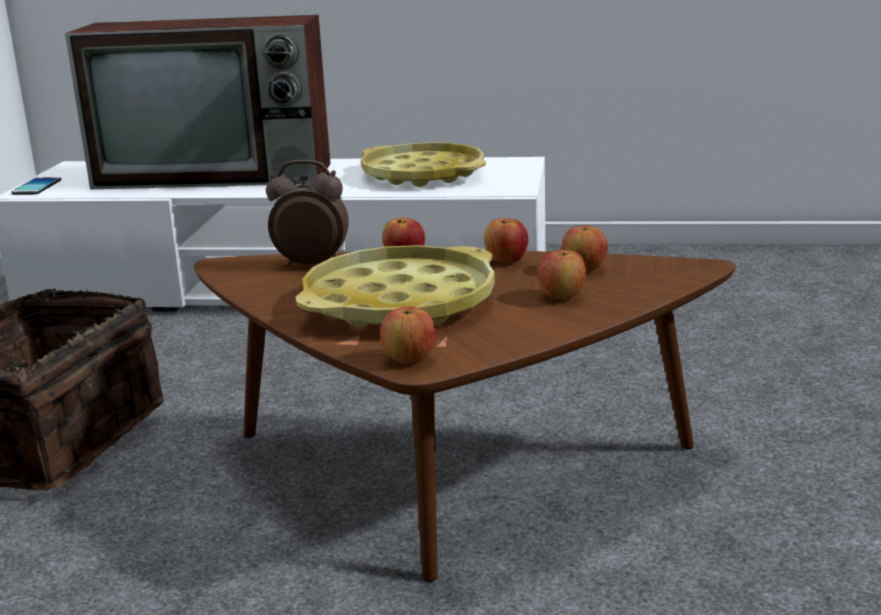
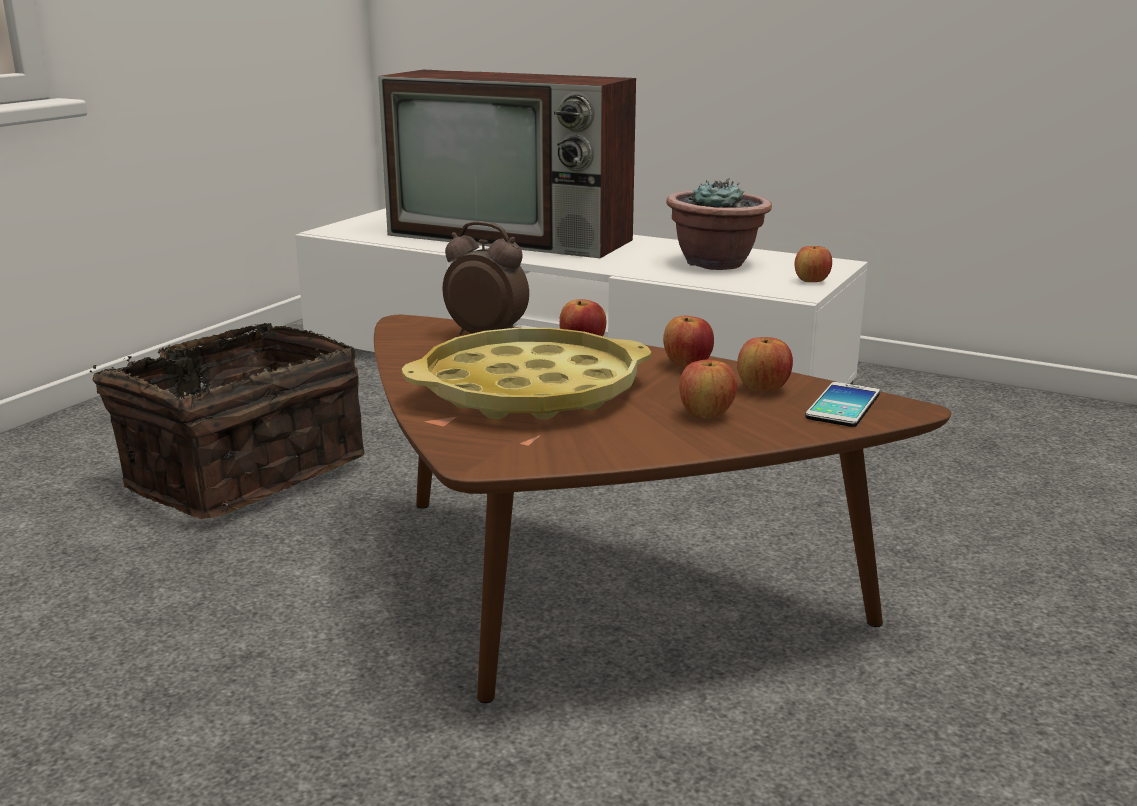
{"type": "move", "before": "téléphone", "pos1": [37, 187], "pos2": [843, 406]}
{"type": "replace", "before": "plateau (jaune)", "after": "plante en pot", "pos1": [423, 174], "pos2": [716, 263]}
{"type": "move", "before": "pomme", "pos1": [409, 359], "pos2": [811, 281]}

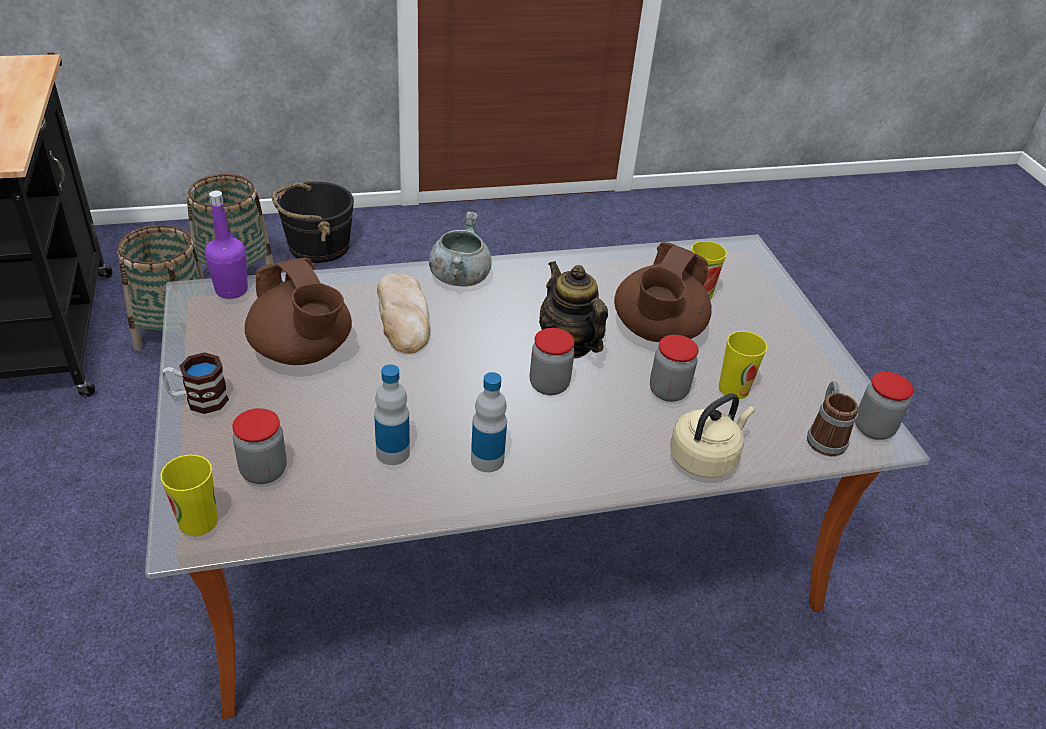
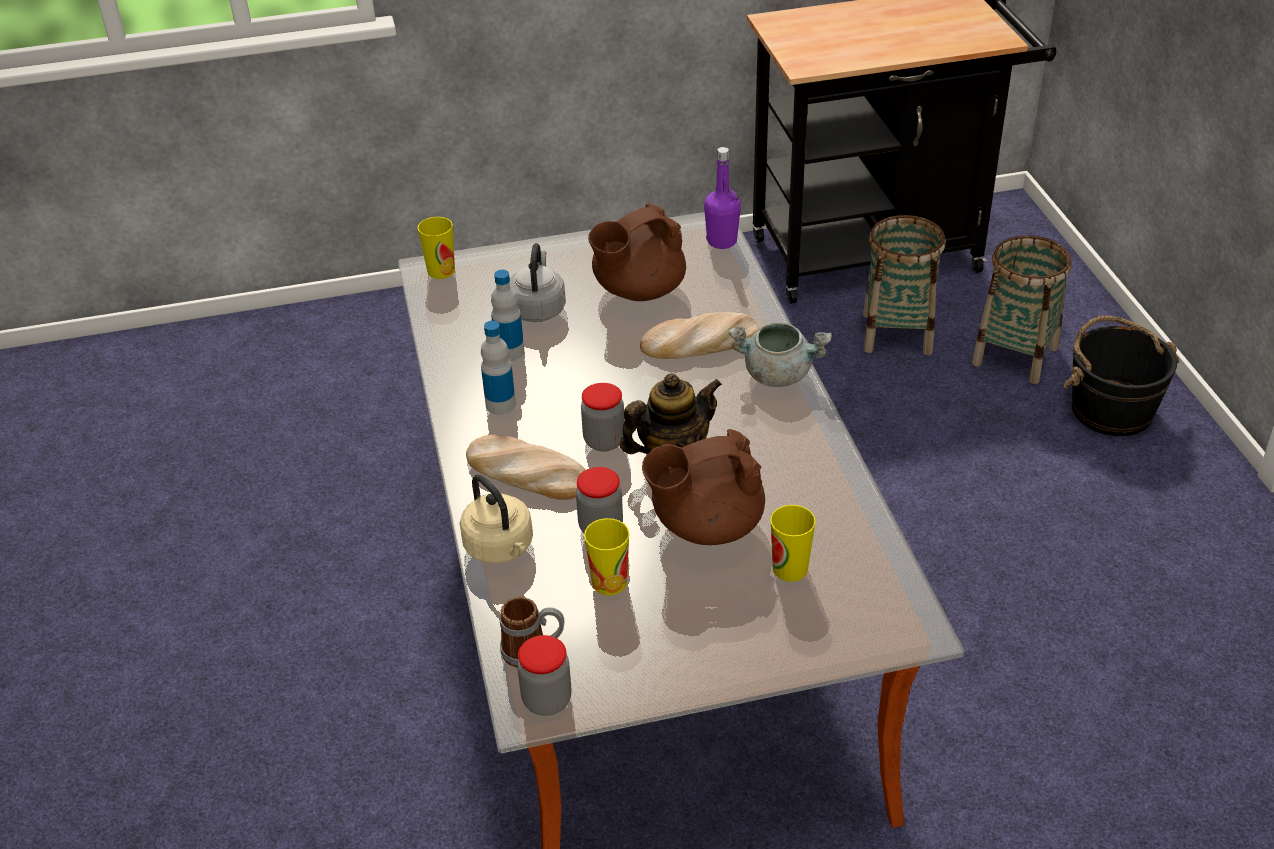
{"type": "delete", "before": "mug", "pos1": [198, 399]}
{"type": "delete", "before": "bocal", "pos1": [264, 471]}
{"type": "rotate", "before": "théière (marron)", "pos1": [657, 331], "pos2": [705, 525], "turn": -45}
{"type": "insert", "after": "pain", "pos2": [525, 473]}
{"type": "insert", "after": "bouilloire (gris)", "pos2": [537, 308]}

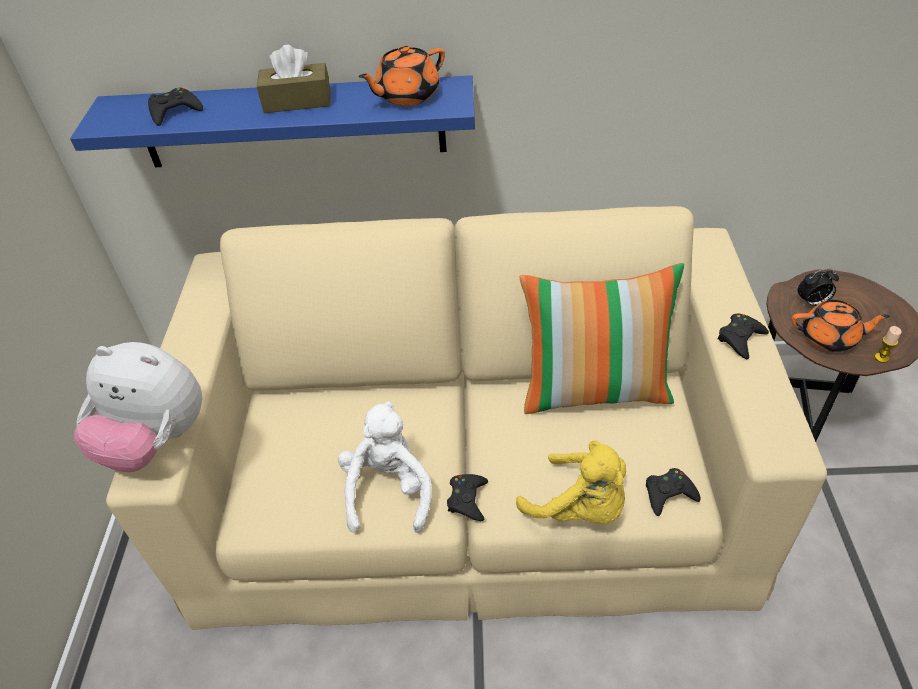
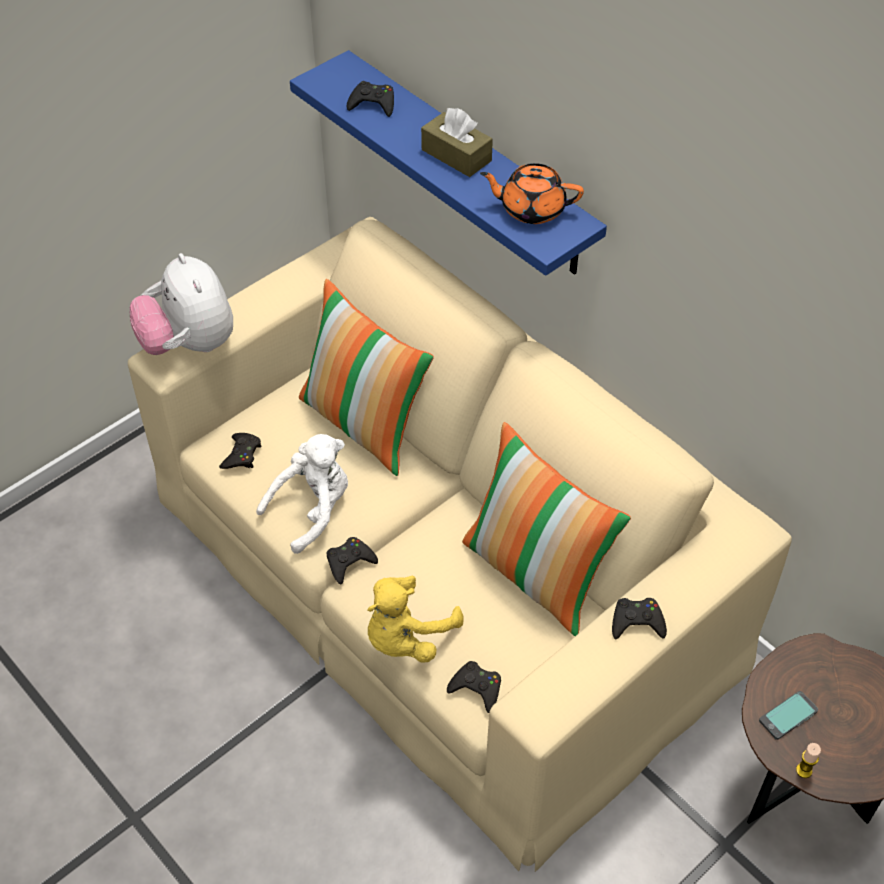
{"type": "rotate", "before": "peluche (jaune)", "pos1": [580, 508], "pos2": [406, 637], "turn": 45}
{"type": "replace", "before": "théière (orange)", "after": "téléphone", "pos1": [830, 338], "pos2": [788, 716]}
{"type": "delete", "before": "réveil", "pos1": [812, 303]}
{"type": "insert", "after": "manette (noir)", "pos2": [242, 455]}
{"type": "insert", "after": "coussin", "pos2": [364, 423]}

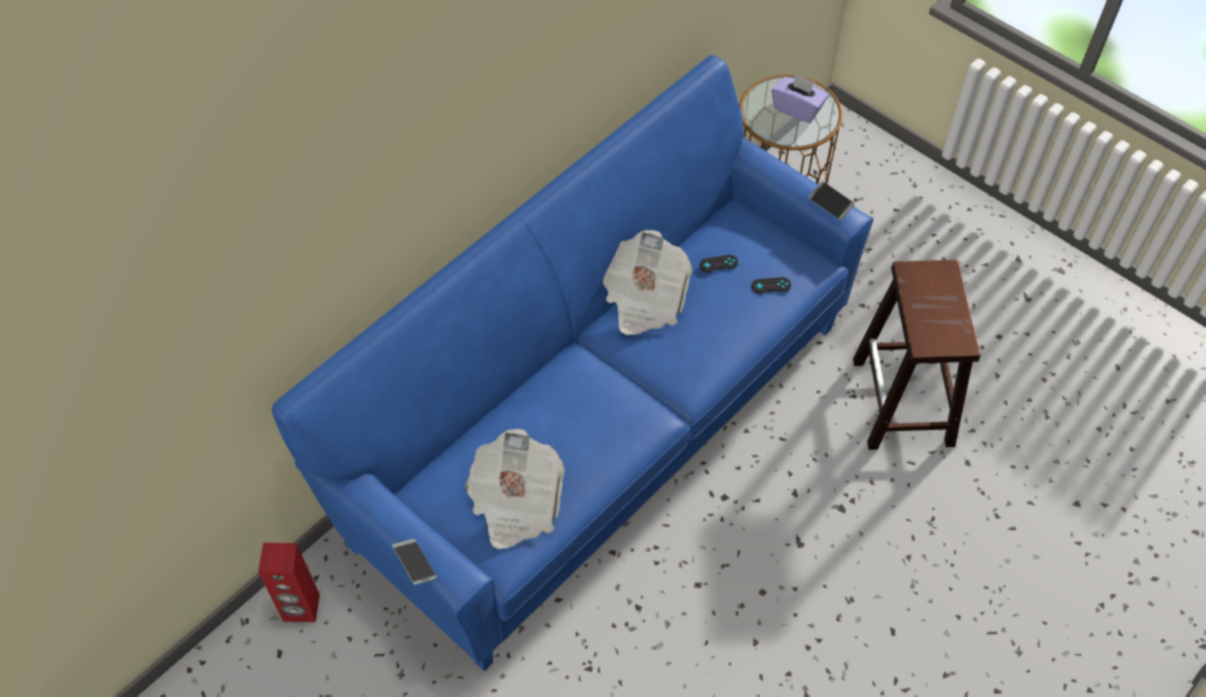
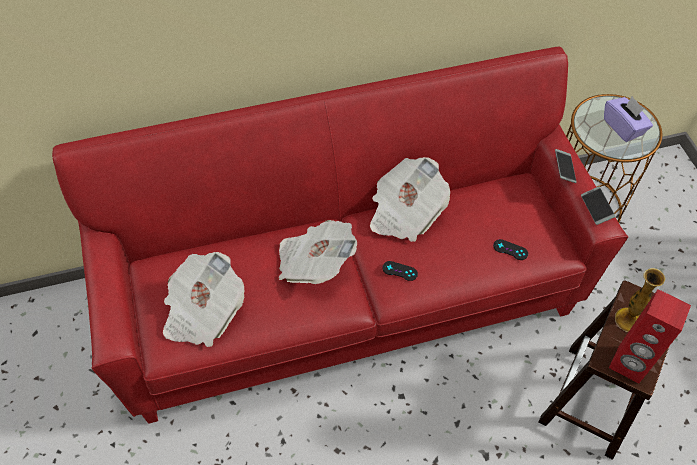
{"type": "move", "before": "enceinte (rouge)", "pos1": [301, 608], "pos2": [628, 364]}
{"type": "recolor", "before": "canapé (bleu)", "after": "canapé (rouge)", "pos1": [600, 430], "pos2": [345, 298]}
{"type": "move", "before": "téléphone", "pos1": [415, 564], "pos2": [564, 168]}
{"type": "move", "before": "manette (noir)", "pos1": [718, 264], "pos2": [399, 271]}
{"type": "insert", "after": "journal", "pos2": [314, 263]}
{"type": "insert", "after": "vase", "pos2": [629, 319]}

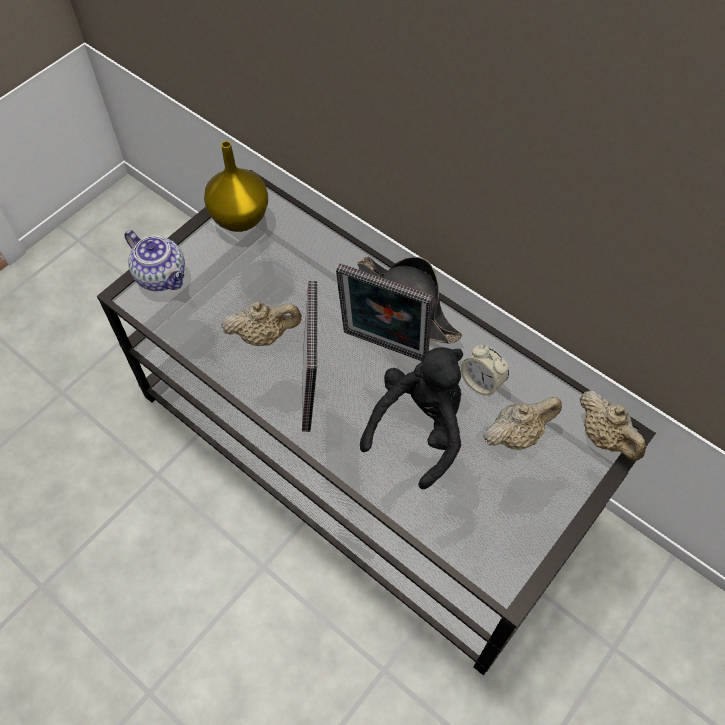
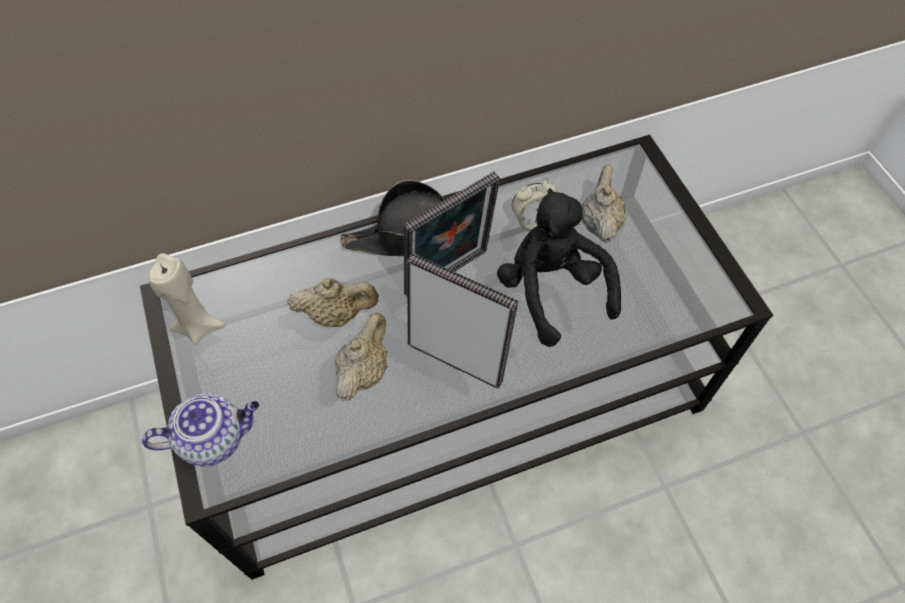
{"type": "replace", "before": "vase (jaune)", "after": "bougie (beige)", "pos1": [240, 219], "pos2": [199, 326]}
{"type": "move", "before": "théière (beige)", "pos1": [605, 437], "pos2": [337, 314]}

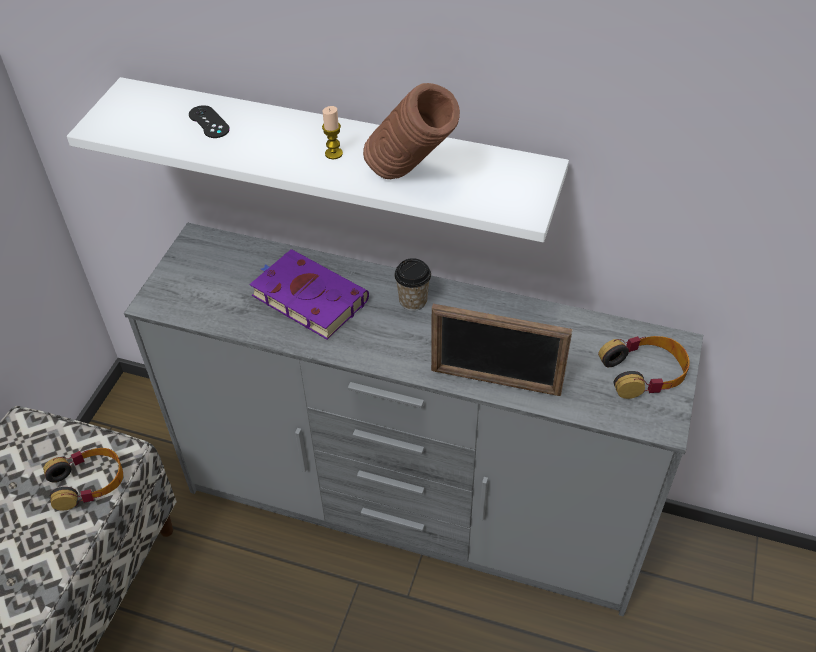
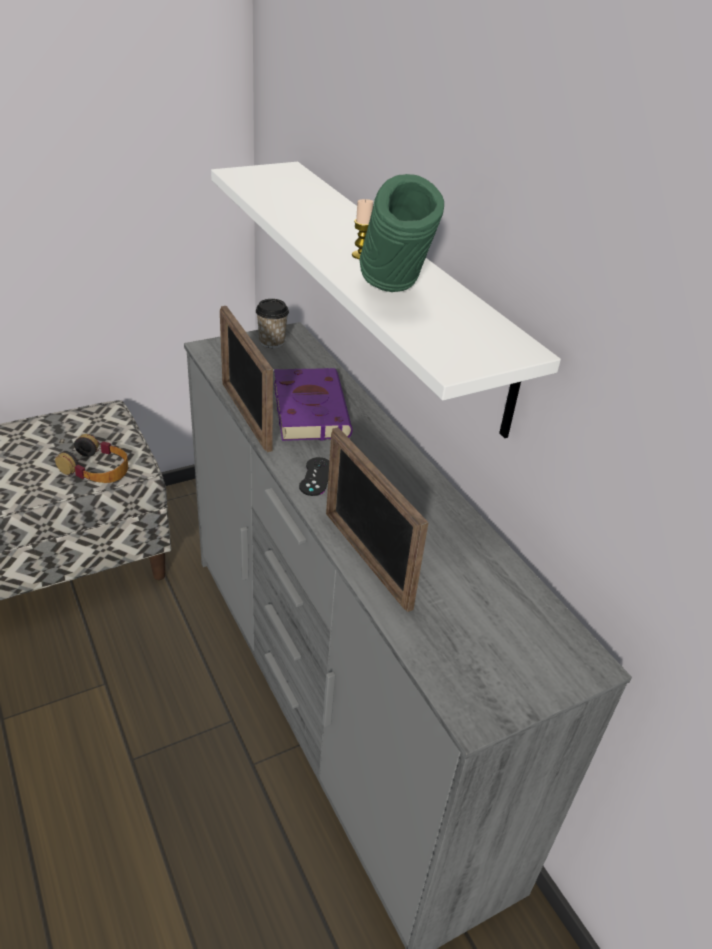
{"type": "move", "before": "manette (noir)", "pos1": [209, 122], "pos2": [315, 476]}
{"type": "recolor", "before": "vase (marron)", "after": "vase (vert)", "pos1": [411, 179], "pos2": [392, 296]}
{"type": "move", "before": "tasse", "pos1": [413, 301], "pos2": [272, 342]}
{"type": "delete", "before": "casque audio", "pos1": [644, 372]}
{"type": "insert", "after": "cadre photo", "pos2": [246, 416]}

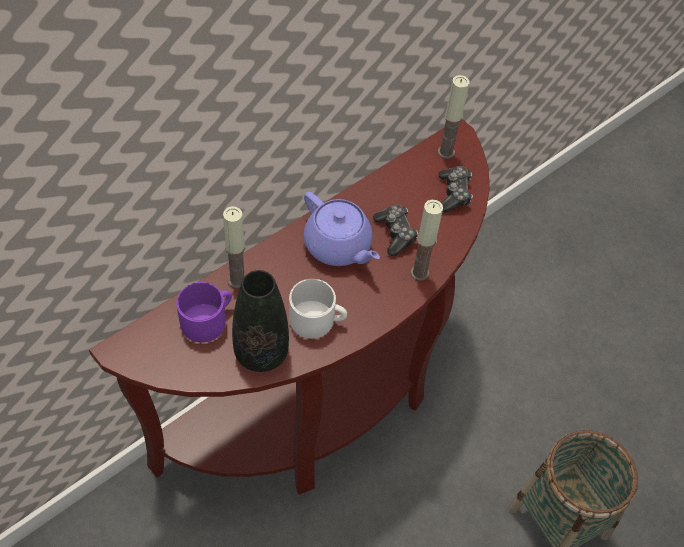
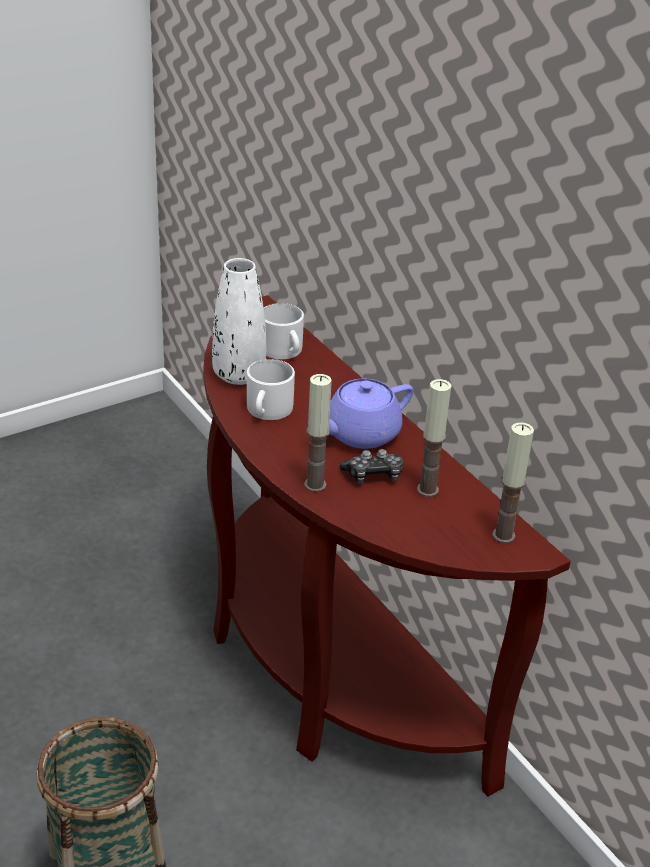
{"type": "recolor", "before": "mug (violet)", "after": "mug (blanc)", "pos1": [208, 319], "pos2": [283, 350]}
{"type": "move", "before": "bougie", "pos1": [237, 280], "pos2": [427, 490]}
{"type": "recolor", "before": "vase (noir)", "after": "vase (blanc)", "pos1": [261, 353], "pos2": [239, 375]}
{"type": "delete", "before": "manette", "pos1": [454, 193]}

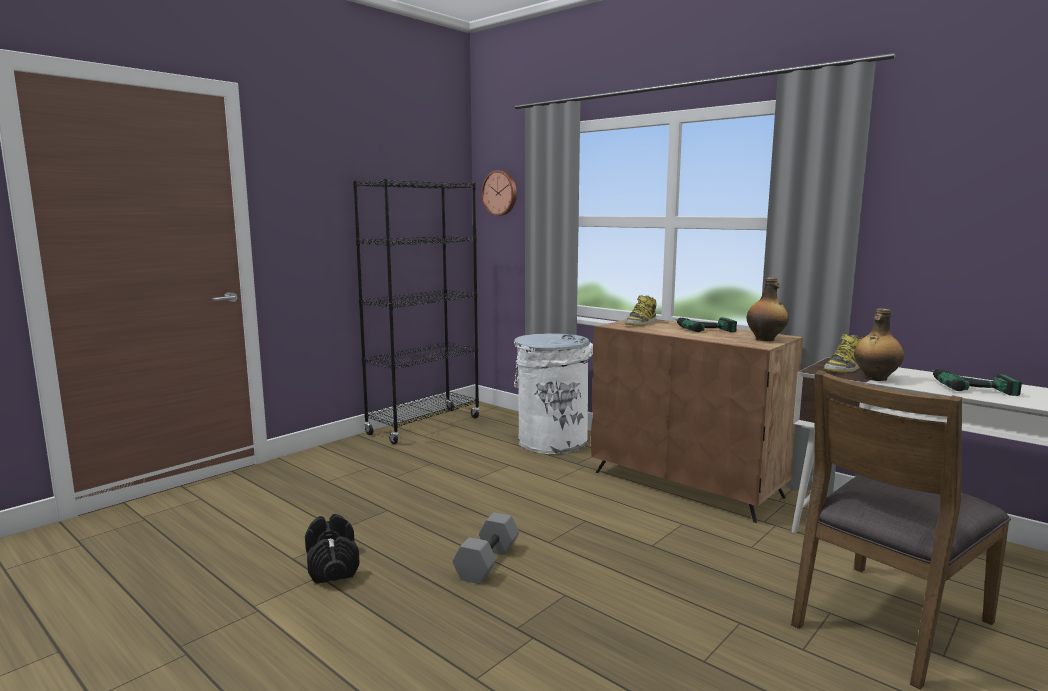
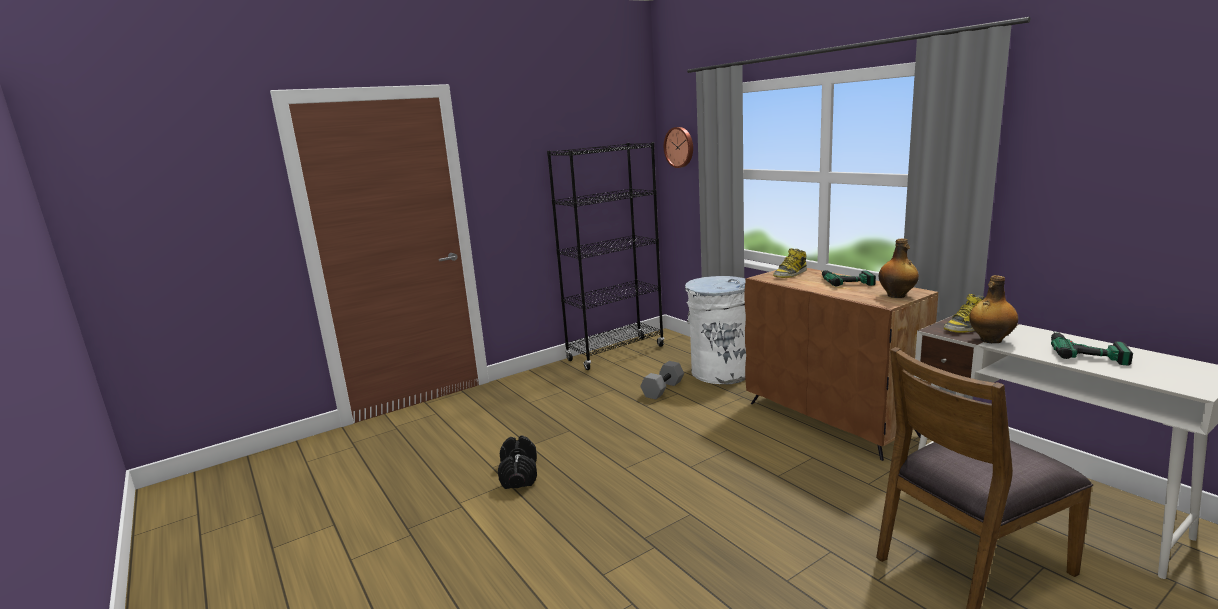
{"type": "move", "before": "haltère (gris)", "pos1": [486, 562], "pos2": [662, 389]}

